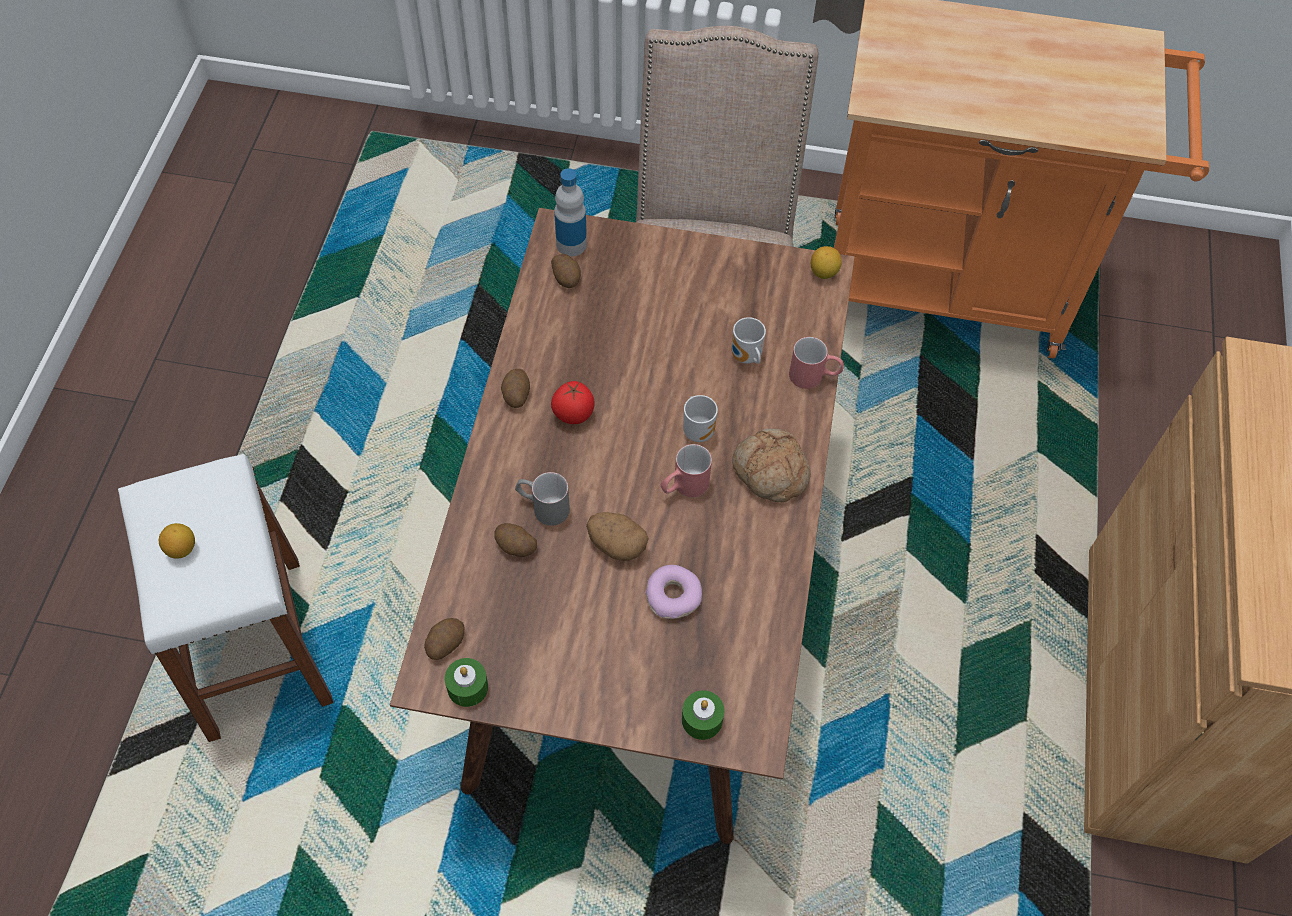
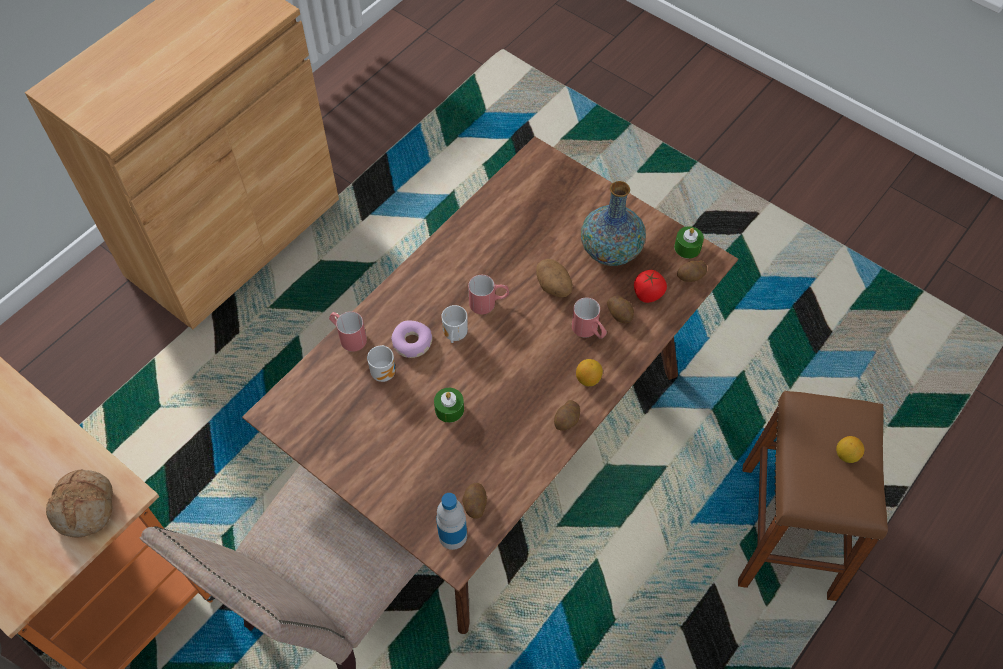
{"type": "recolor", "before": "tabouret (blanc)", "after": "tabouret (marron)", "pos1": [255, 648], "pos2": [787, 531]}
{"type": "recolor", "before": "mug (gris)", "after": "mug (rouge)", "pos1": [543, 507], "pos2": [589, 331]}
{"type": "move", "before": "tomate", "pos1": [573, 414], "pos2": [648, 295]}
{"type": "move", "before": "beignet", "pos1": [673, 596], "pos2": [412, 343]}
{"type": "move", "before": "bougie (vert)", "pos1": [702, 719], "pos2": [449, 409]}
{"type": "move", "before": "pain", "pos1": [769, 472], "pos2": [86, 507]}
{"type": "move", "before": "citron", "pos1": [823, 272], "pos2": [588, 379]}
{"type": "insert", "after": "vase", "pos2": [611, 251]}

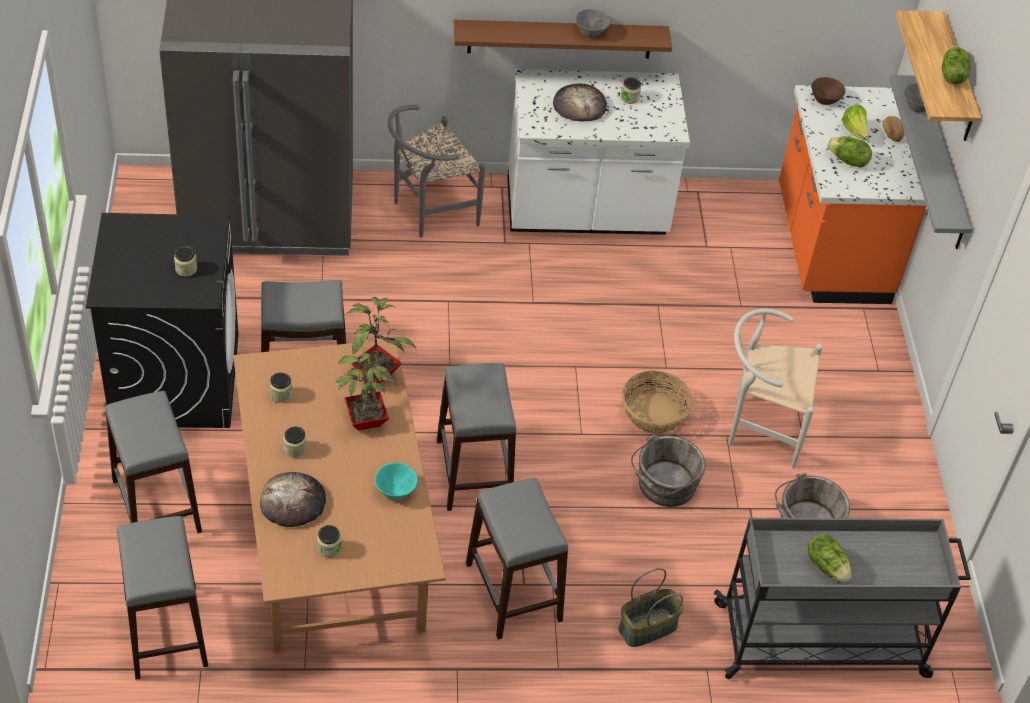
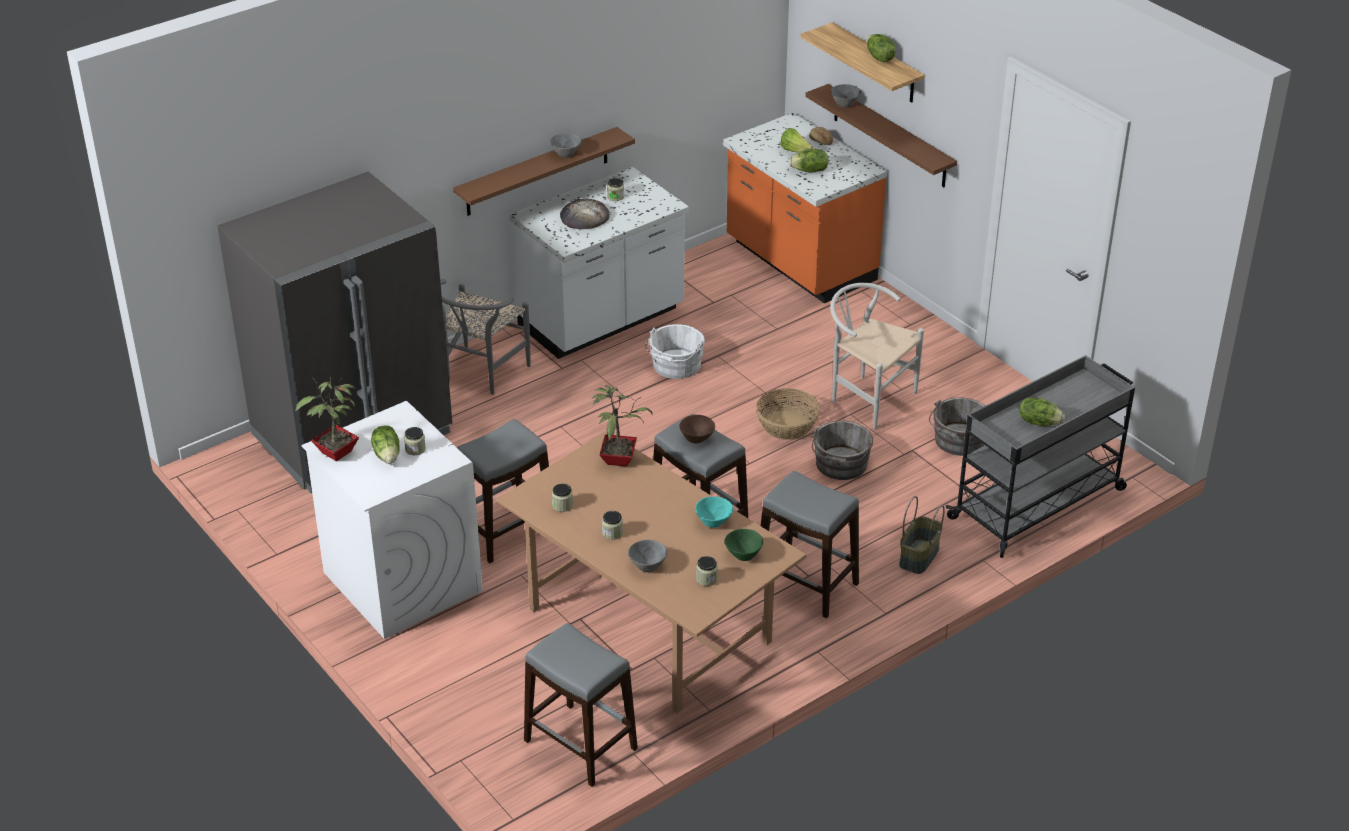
{"type": "recolor", "before": "lave-linge (noir)", "after": "lave-linge (blanc)", "pos1": [175, 379], "pos2": [401, 581]}
{"type": "delete", "before": "tabouret (gris)", "pos1": [156, 506]}
{"type": "replace", "before": "pain", "after": "bol (gris)", "pos1": [293, 502], "pos2": [648, 565]}
{"type": "move", "before": "plante en pot", "pos1": [364, 421], "pos2": [335, 454]}
{"type": "rotate", "before": "chaise (blanc)", "pos1": [759, 426], "pos2": [867, 397], "turn": 60}
{"type": "move", "before": "bol (marron)", "pos1": [825, 101], "pos2": [697, 439]}
{"type": "recolor", "before": "étagère (gris)", "after": "étagère (marron)", "pos1": [942, 165], "pos2": [889, 136]}
{"type": "insert", "after": "laitue", "pos2": [388, 455]}
{"type": "insert", "after": "seau (blanc)", "pos2": [675, 366]}
{"type": "insert", "after": "bol (vert)", "pos2": [744, 554]}

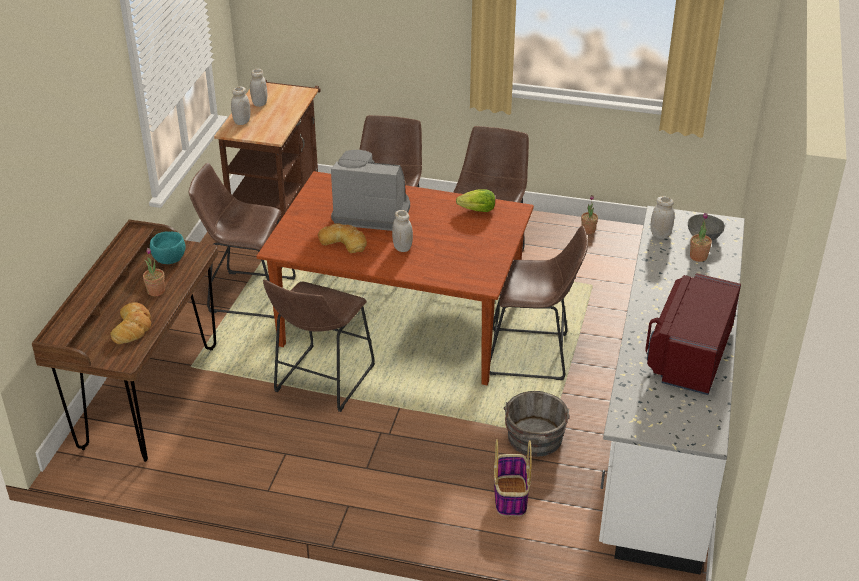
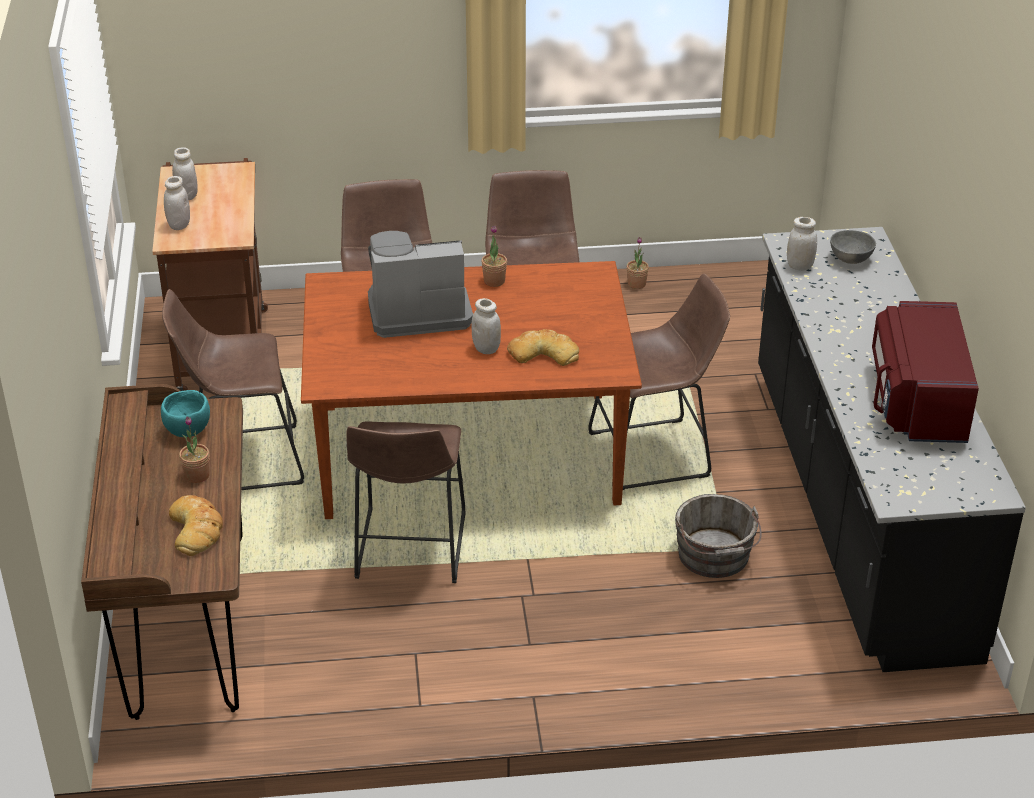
{"type": "move", "before": "pain", "pos1": [343, 241], "pos2": [543, 353]}
{"type": "delete", "before": "laitue", "pos1": [478, 210]}
{"type": "delete", "before": "panier", "pos1": [510, 496]}
{"type": "recolor", "before": "comptoir de cuisine (blanc)", "after": "comptoir de cuisine (noir)", "pos1": [663, 431], "pos2": [857, 509]}
{"type": "move", "before": "plante en pot", "pos1": [698, 257], "pos2": [494, 281]}

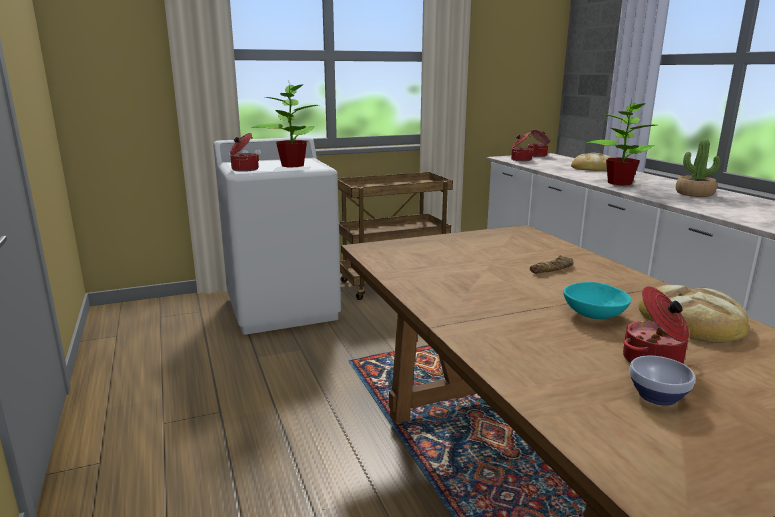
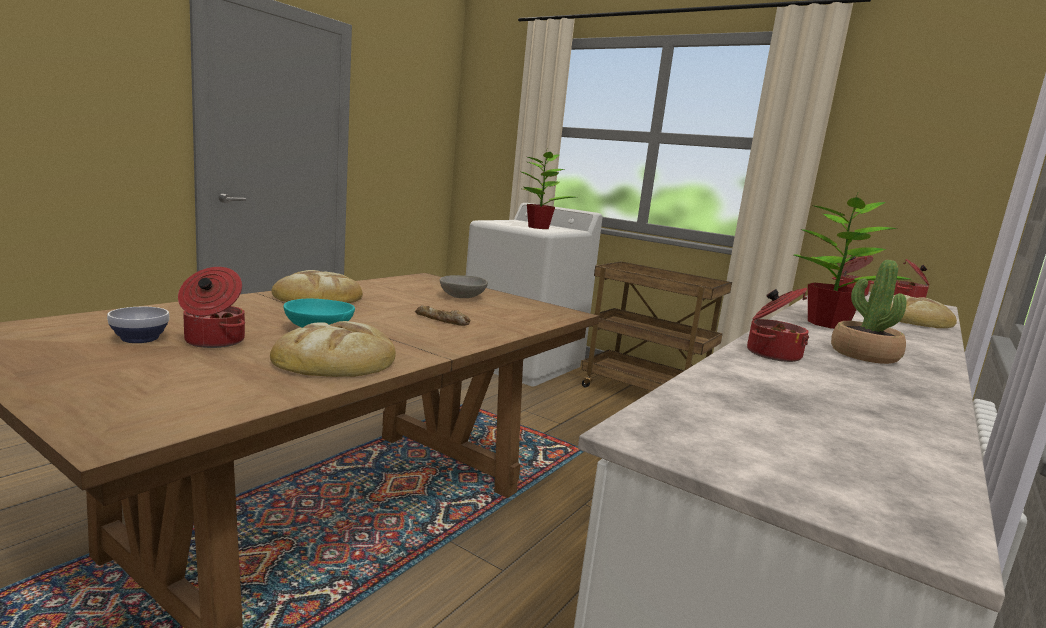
{"type": "move", "before": "marmite", "pos1": [244, 169], "pos2": [771, 354]}
{"type": "insert", "after": "pain", "pos2": [316, 297]}
{"type": "insert", "after": "bol (gris)", "pos2": [463, 297]}

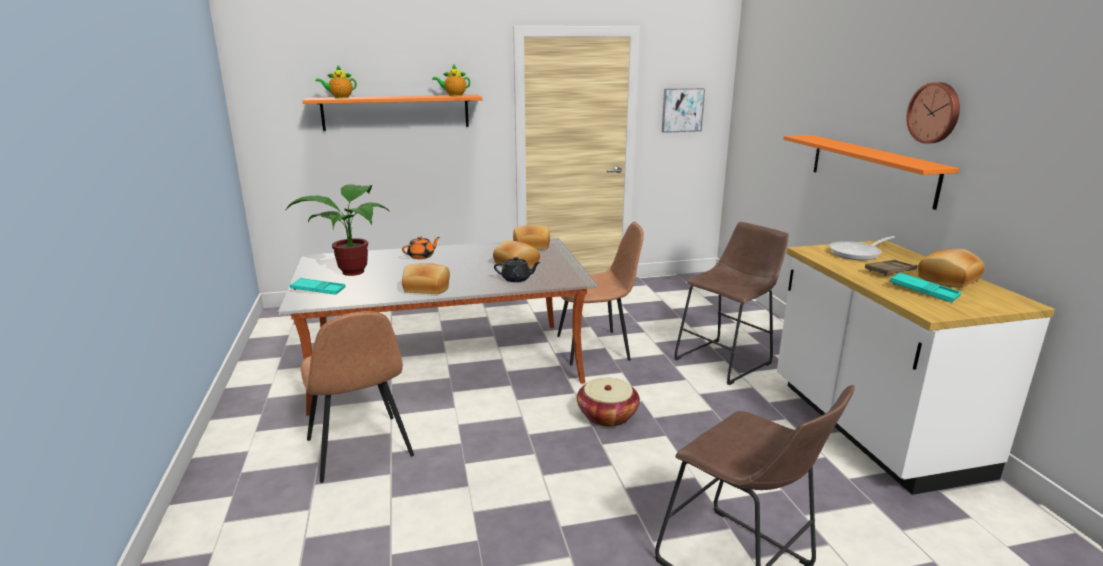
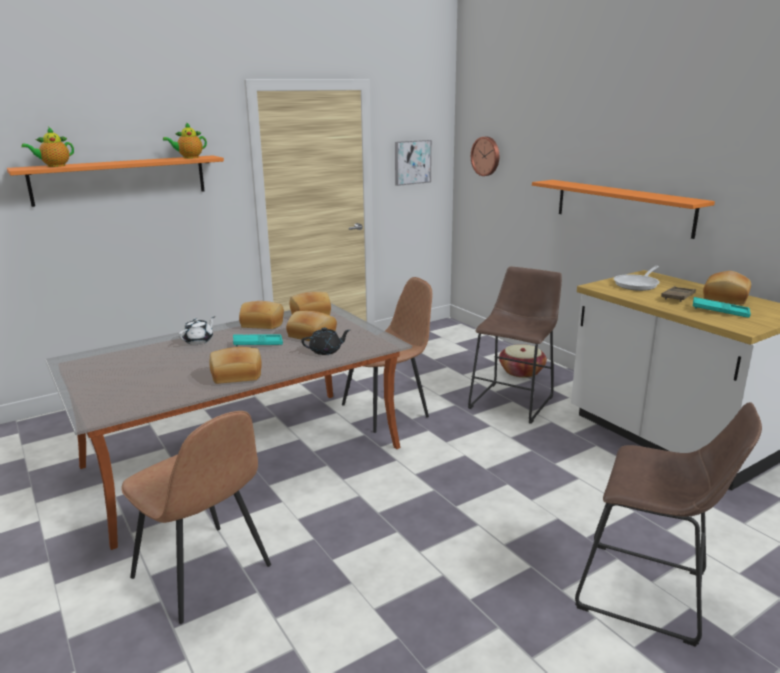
{"type": "delete", "before": "plante en pot", "pos1": [354, 270]}
{"type": "move", "before": "plateau (turquoise)", "pos1": [318, 290], "pos2": [258, 343]}
{"type": "recolor", "before": "théière (orange)", "after": "théière (blanc)", "pos1": [421, 256], "pos2": [199, 341]}
{"type": "move", "before": "panier", "pos1": [607, 415], "pos2": [521, 371]}
{"type": "move", "before": "horloge murale", "pos1": [935, 113], "pos2": [486, 156]}
{"type": "insert", "after": "pain", "pos2": [263, 324]}

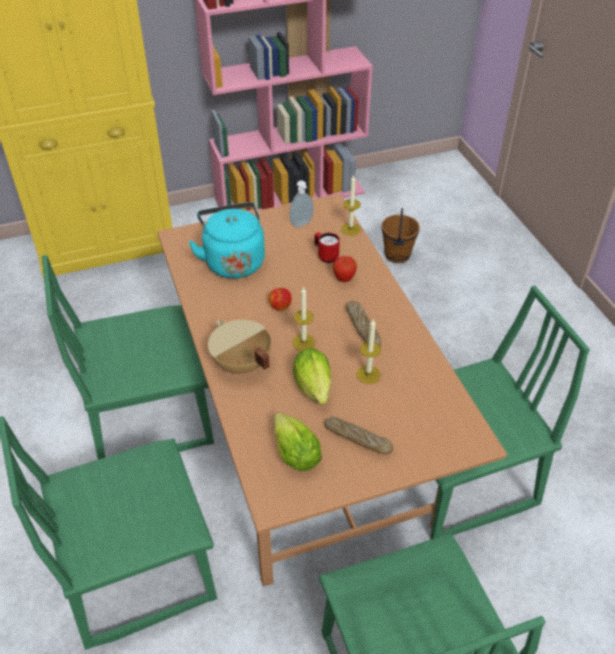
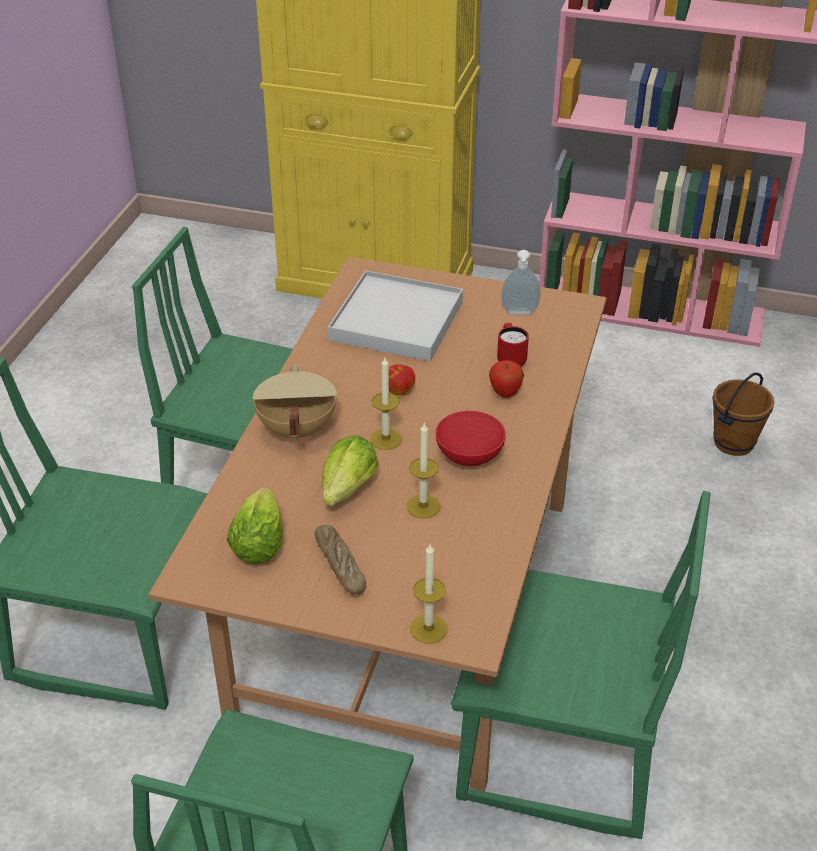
{"type": "replace", "before": "bouilloire (turquoise)", "after": "plateau (blanc)", "pos1": [233, 261], "pos2": [397, 321]}
{"type": "move", "before": "bougie", "pos1": [350, 229], "pos2": [428, 629]}
{"type": "replace", "before": "pain", "after": "bol (rouge)", "pos1": [362, 328], "pos2": [470, 455]}

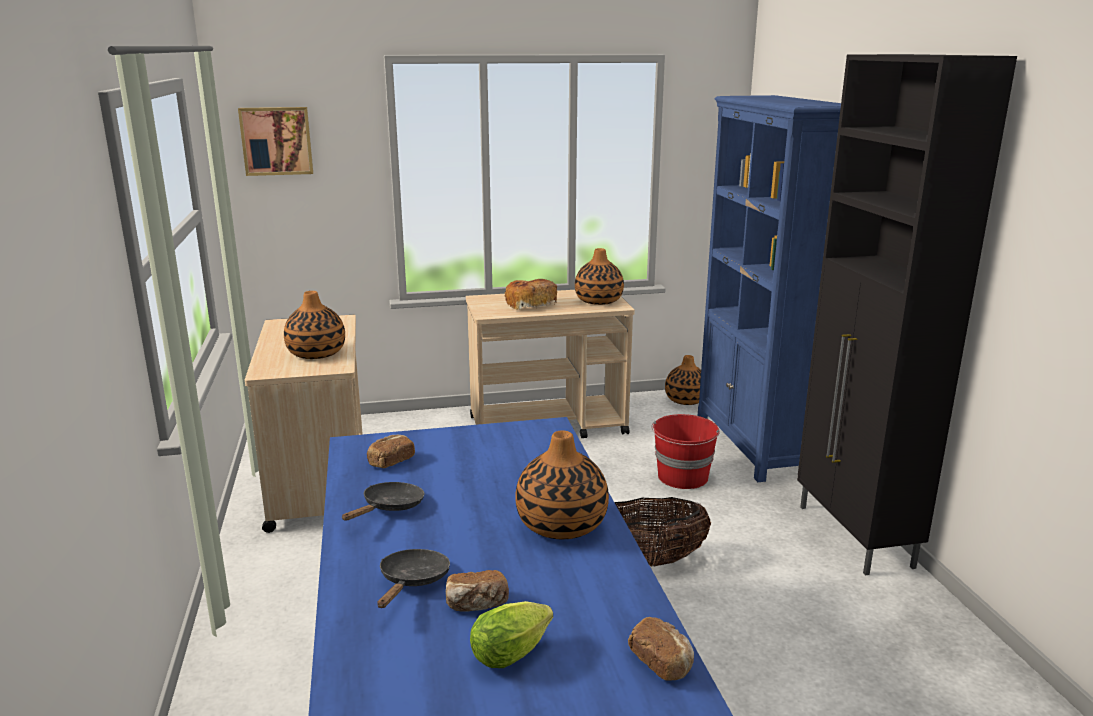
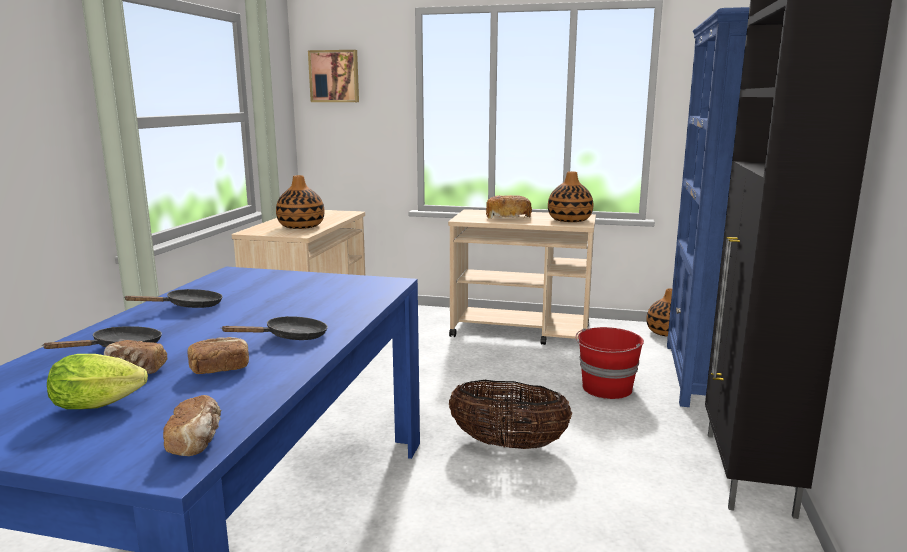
{"type": "move", "before": "pain", "pos1": [390, 461], "pos2": [220, 369]}
{"type": "replace", "before": "vase", "after": "poêle (noir)", "pos1": [562, 524], "pos2": [290, 338]}

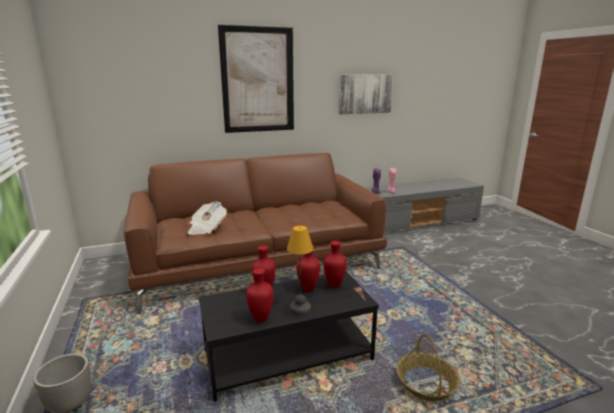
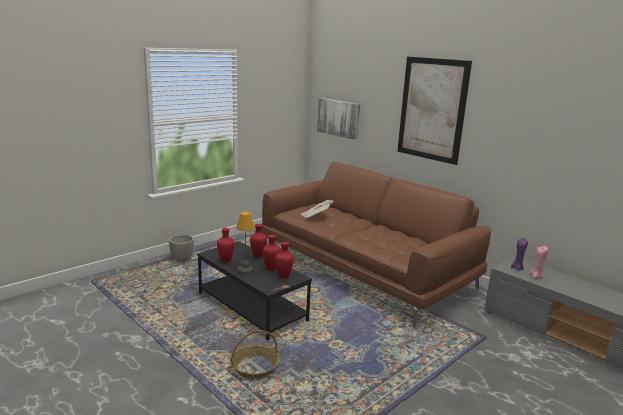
{"type": "move", "before": "tableau", "pos1": [365, 94], "pos2": [338, 118]}

